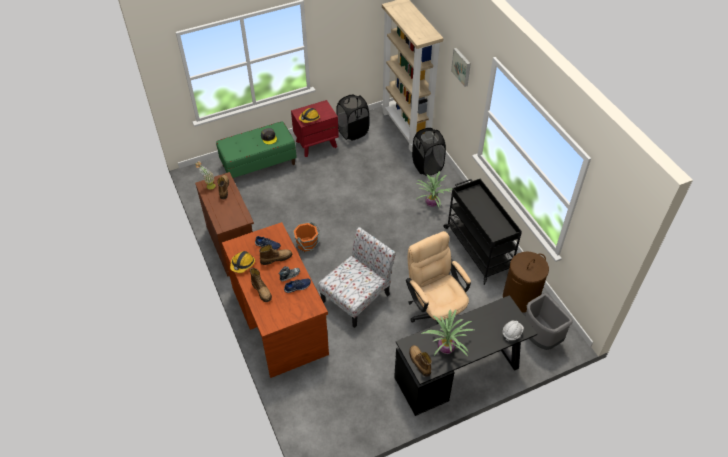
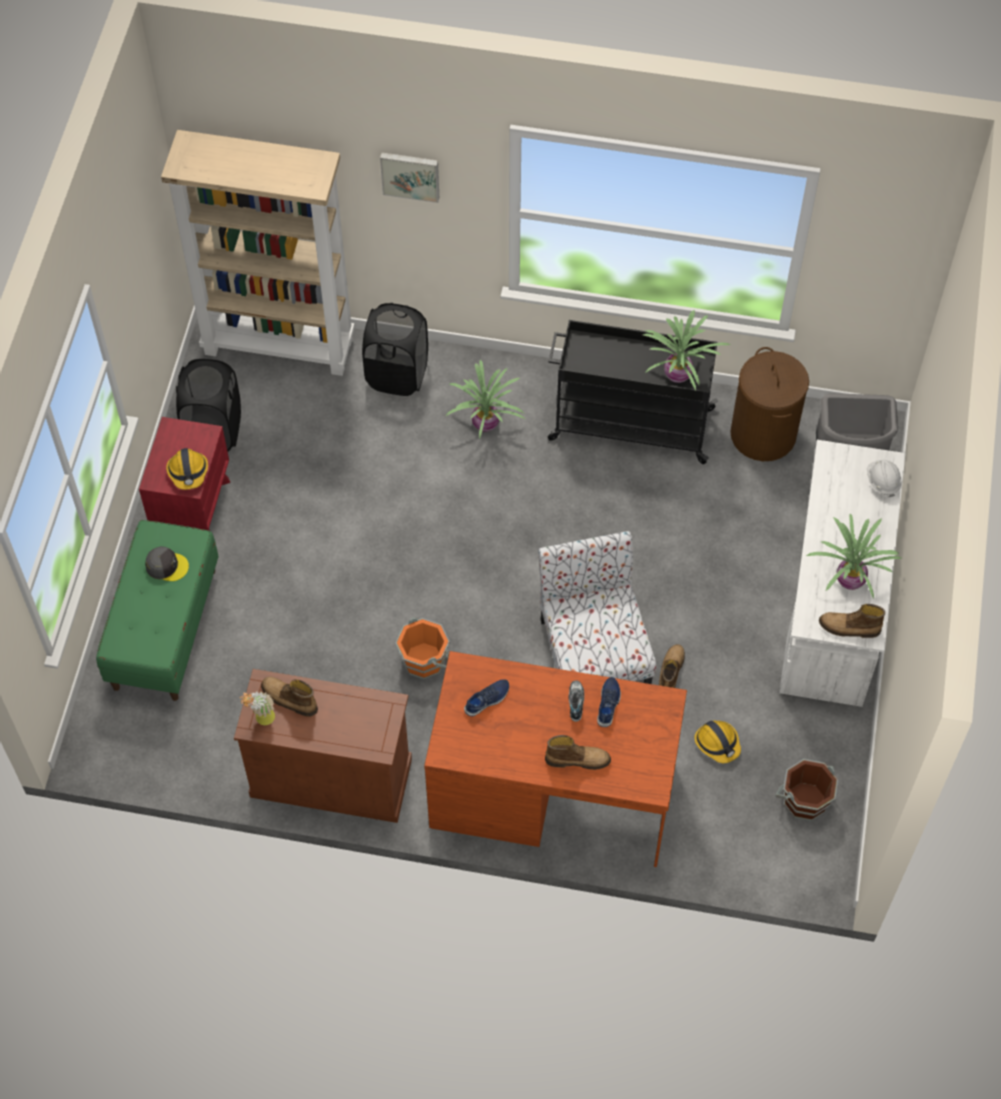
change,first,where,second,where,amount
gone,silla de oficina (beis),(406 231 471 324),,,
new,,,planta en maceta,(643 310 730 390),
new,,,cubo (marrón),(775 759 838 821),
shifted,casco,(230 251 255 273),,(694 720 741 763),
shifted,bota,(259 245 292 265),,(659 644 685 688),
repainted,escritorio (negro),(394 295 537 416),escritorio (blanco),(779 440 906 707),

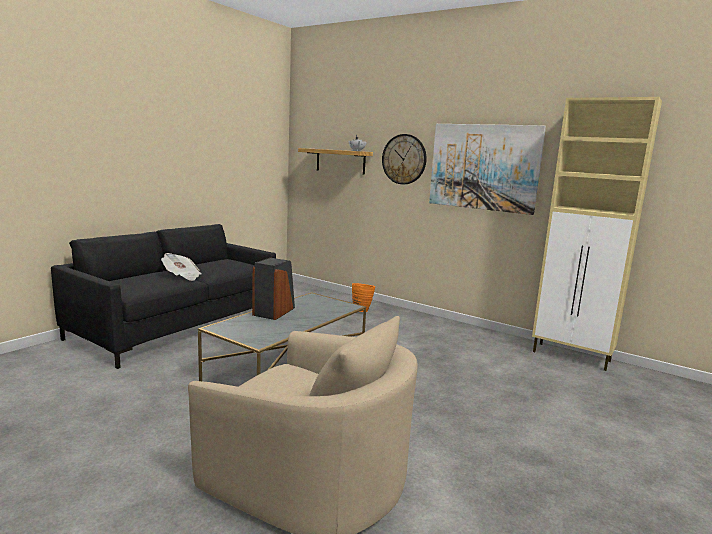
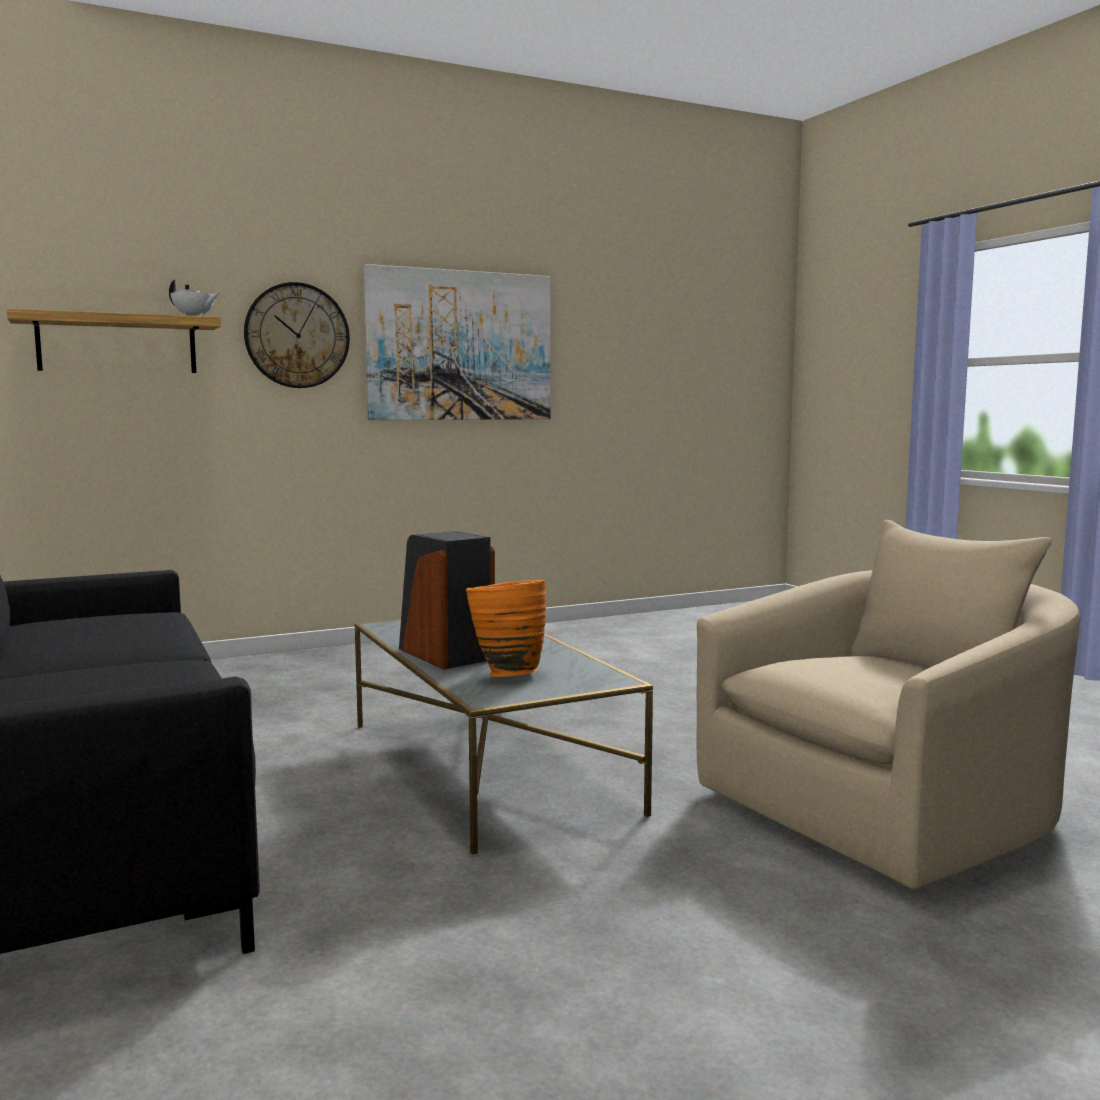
change,first,where,second,where,amount
gone,periódico,(161 253 202 281),,,
gone,armario (beis),(532 97 662 371),,,
shifted,florero (naranja),(352 283 375 312),,(465 580 546 677),

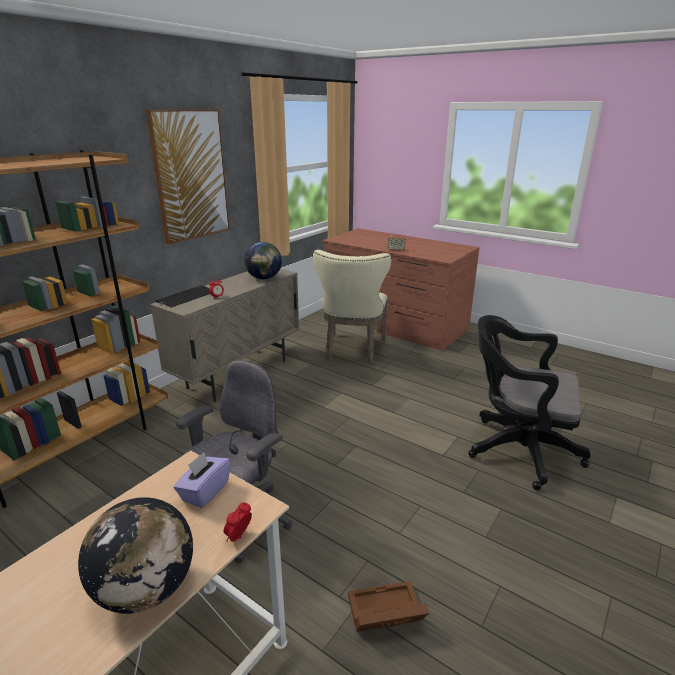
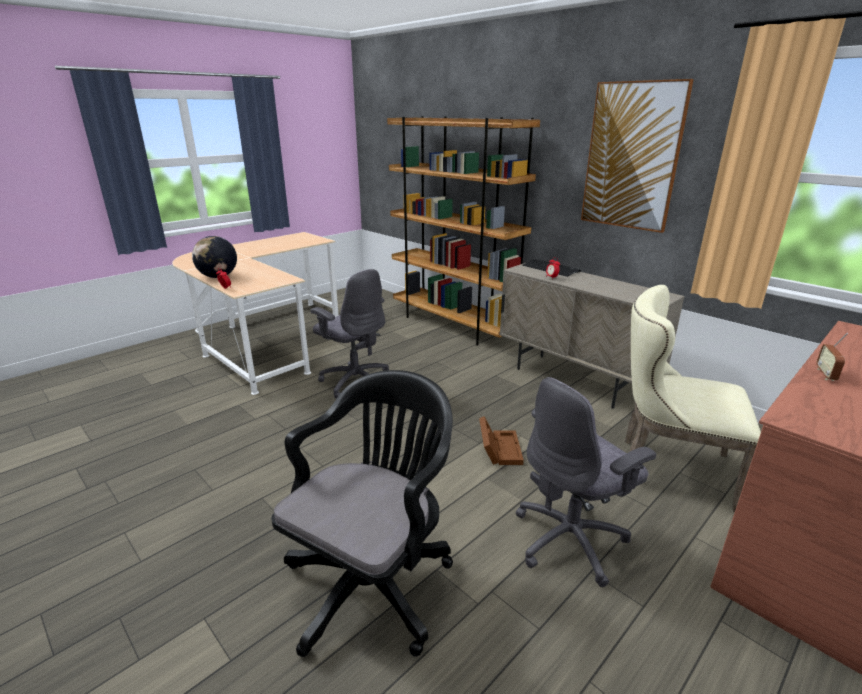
change,first,where,second,where,amount
gone,caja de pañuelos (morado),(174 452 231 508),,,
gone,globo terráqueo,(244 242 282 279),,,
new,,,silla de oficina (gris),(516 377 656 587),
shifted,caja de almacenaje (marrón),(348 581 429 632),,(479 416 524 465),

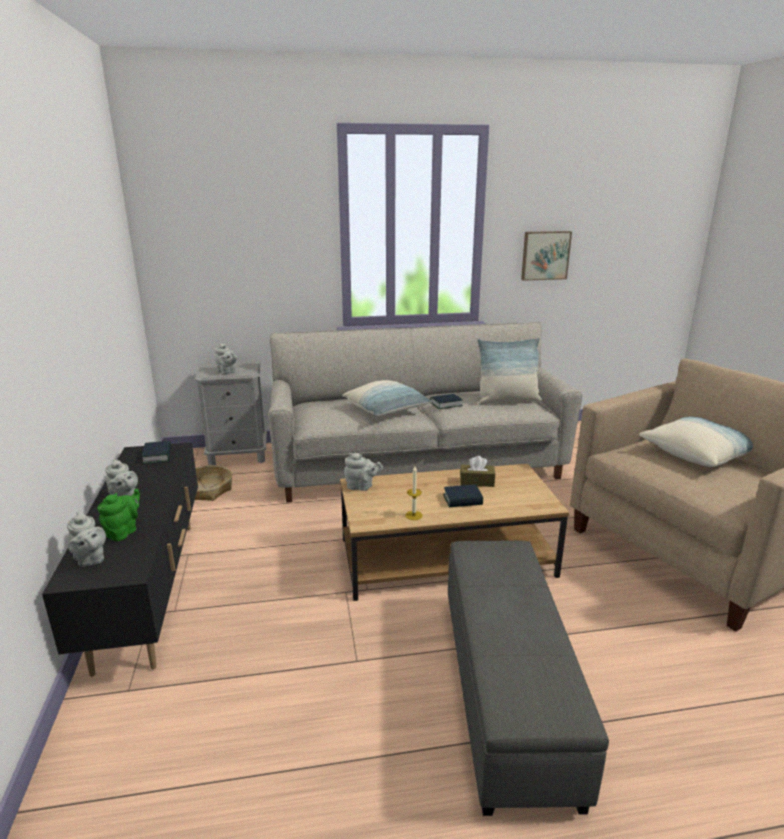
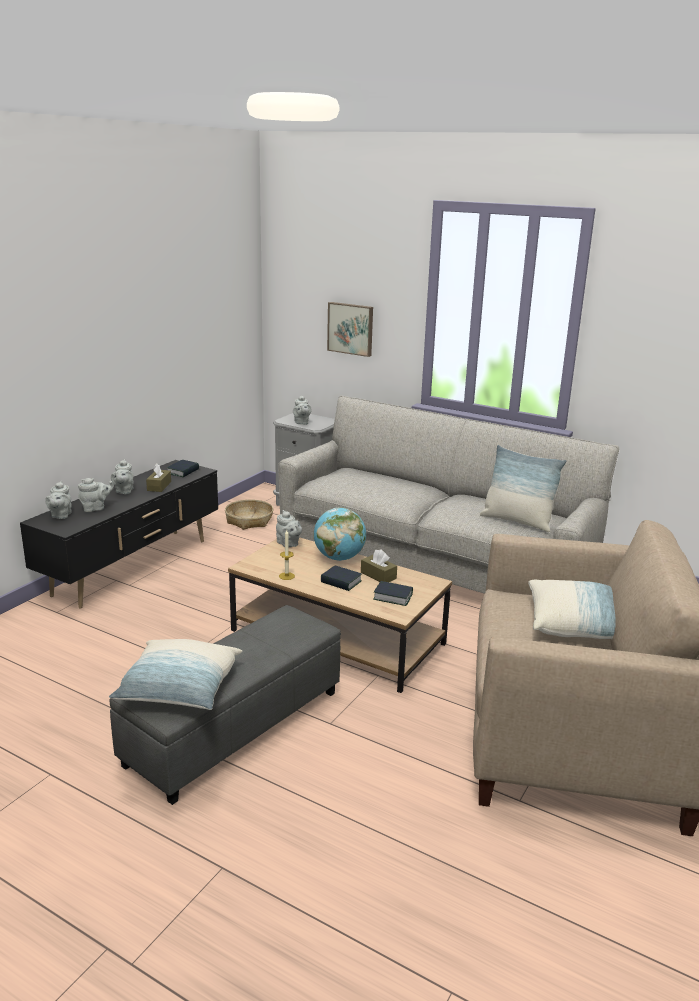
change,first,where,second,where,amount
new,,,caja de pañuelos (marrón),(146 463 171 492),
new,,,globo terráqueo,(314 508 366 561),
shifted,cojín,(342 380 433 416),,(109 639 242 710),
shifted,libro,(430 394 463 409),,(373 581 413 606),
shifted,cuadro,(521 231 572 281),,(327 302 373 357),
repainted,tetera (verde),(97 489 140 541),tetera (gris),(78 478 114 512),

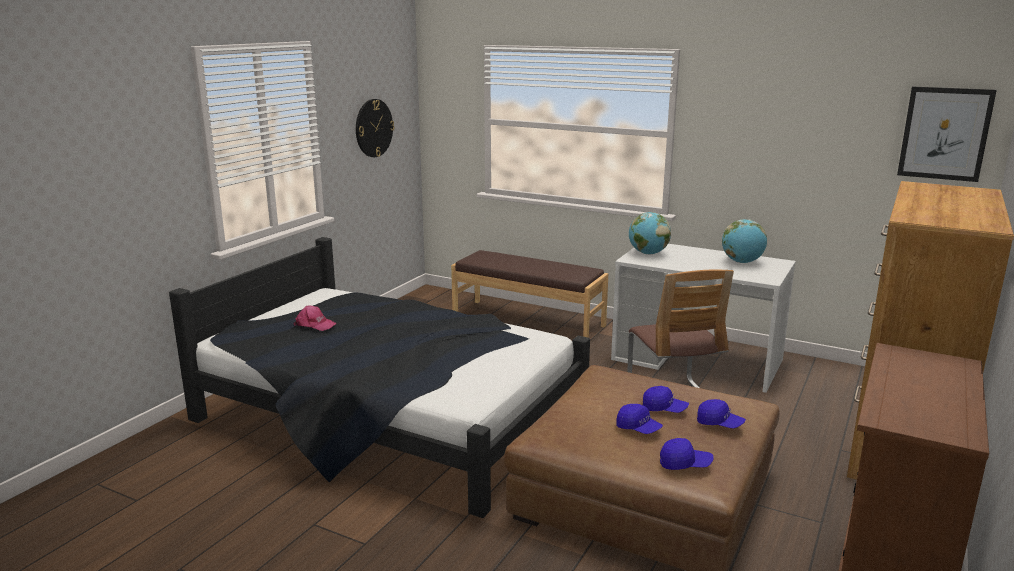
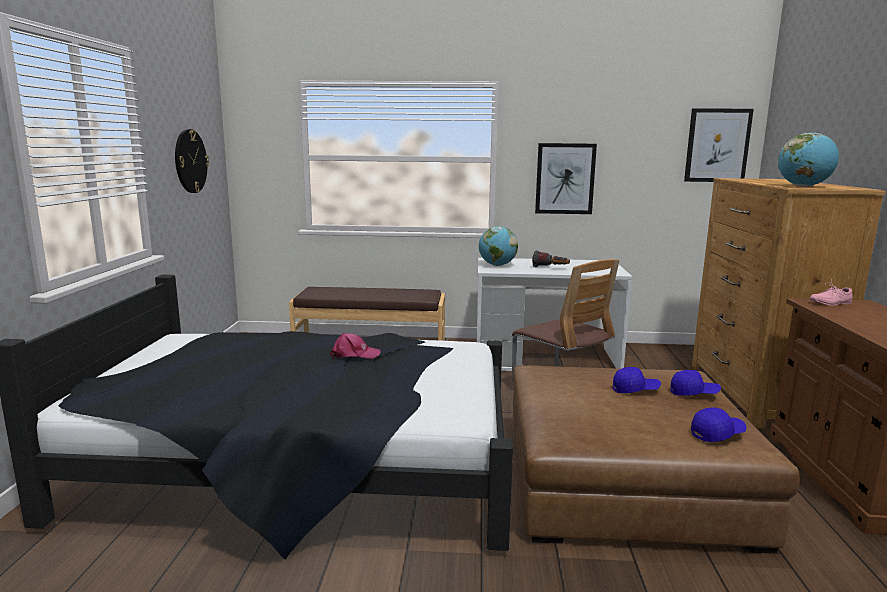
change,first,where,second,where,amount
gone,gorra (azul),(616 404 663 434),,,
new,,,linterna,(532 250 570 267),
new,,,cuadro,(535 143 597 214),
new,,,zapato (rosa),(809 279 853 306),
shifted,gorra (rosa),(293 305 337 331),,(330 333 381 359),
shifted,globo terráqueo,(722 219 767 263),,(778 133 839 187),

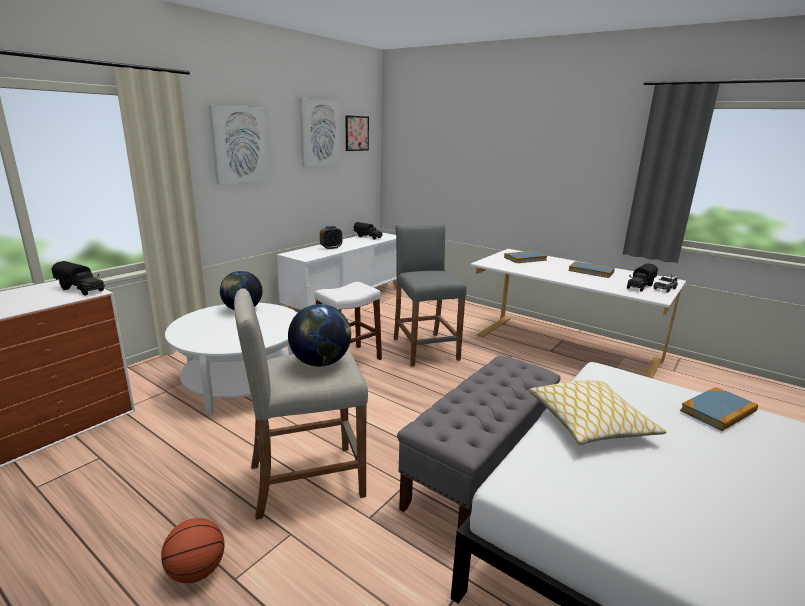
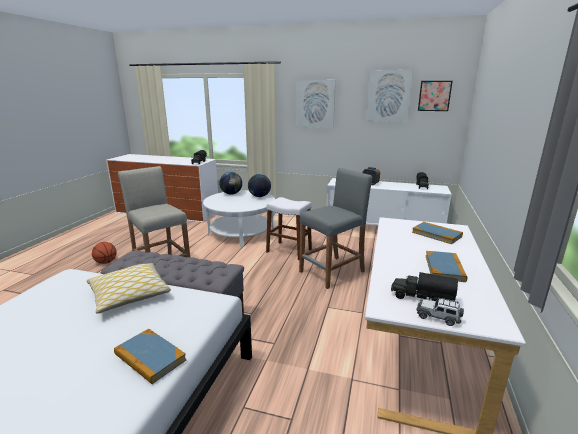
change,first,where,second,where,amount
shifted,globo terráqueo,(288 304 351 367),,(219 172 242 195),

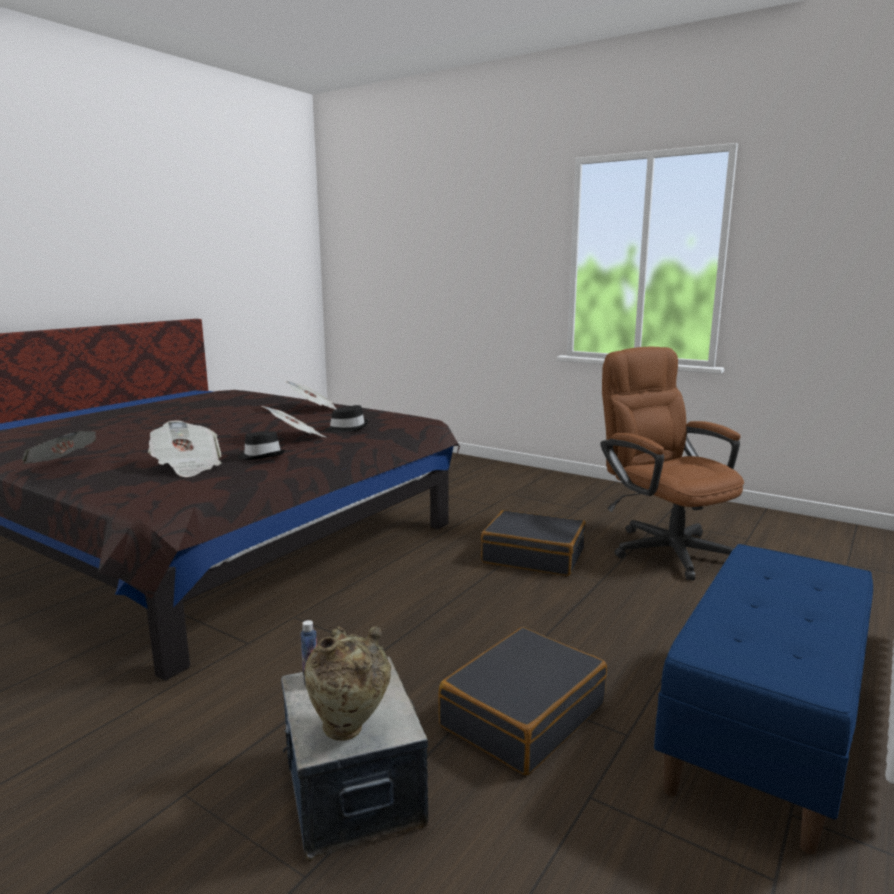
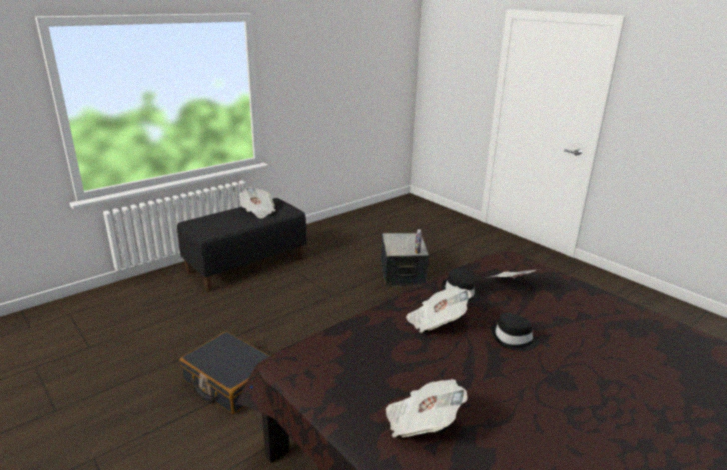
change,first,where,second,where,amount
gone,florero (beis),(304 626 391 741),,,
gone,maleta (negro),(438 627 607 775),,,
gone,silla de oficina (marrón),(601 347 744 581),,,
shifted,periódico,(22 431 96 464),,(239 187 275 218),
shifted,sombrero (negro),(325 405 369 433),,(491 312 538 351),
repainted,banco (azul),(654 544 873 854),banco (negro),(177 198 307 291),

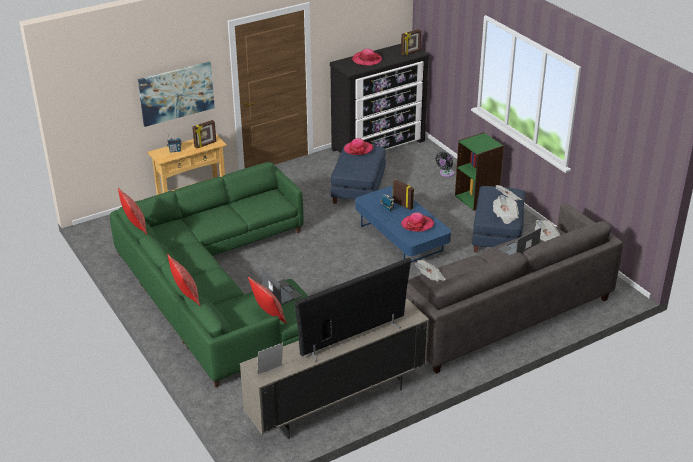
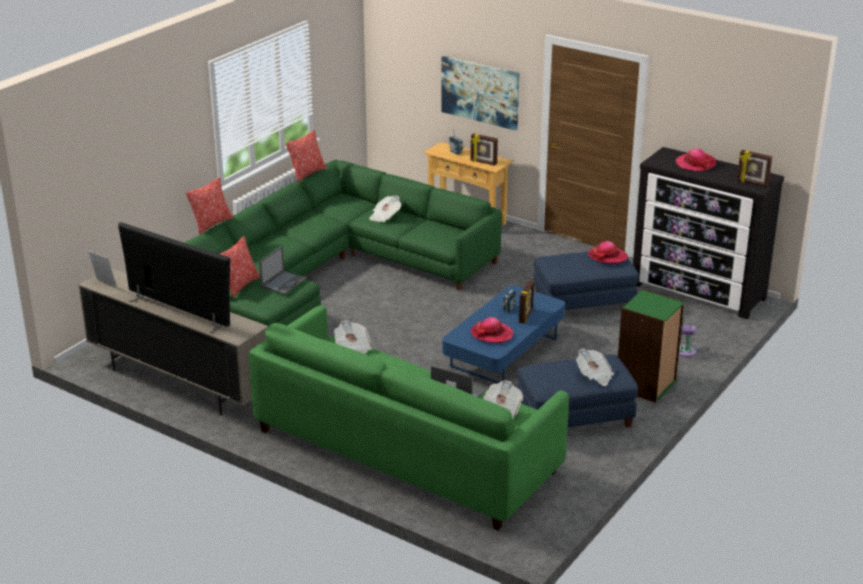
change,first,where,second,where,amount
shifted,periódico,(493 195 519 224),,(369 196 401 222),
repainted,sofá (gris),(406 203 623 374),sofá (verde),(249 305 569 531),

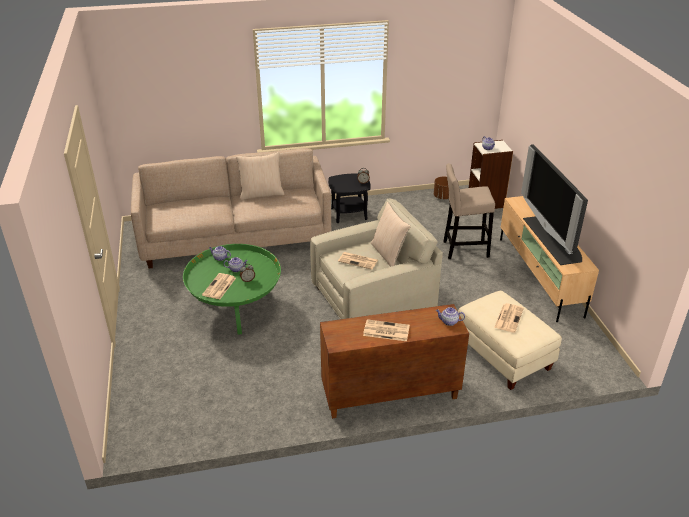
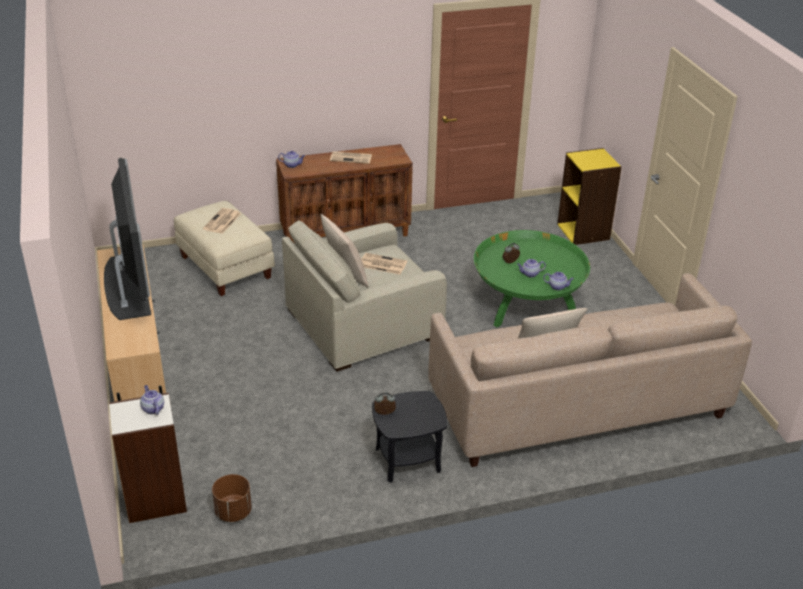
change,first,where,second,where,amount
gone,periódico,(202 273 236 299),,,
gone,taburete (beis),(443 163 495 259),,,
new,,,estantería (amarillo),(557 148 622 245),

